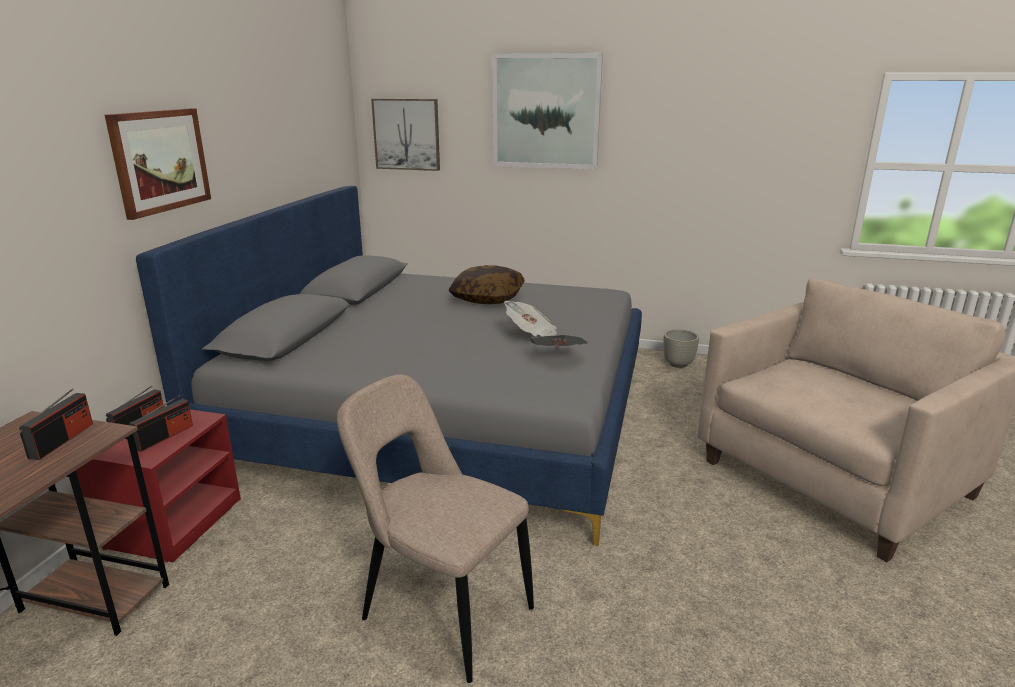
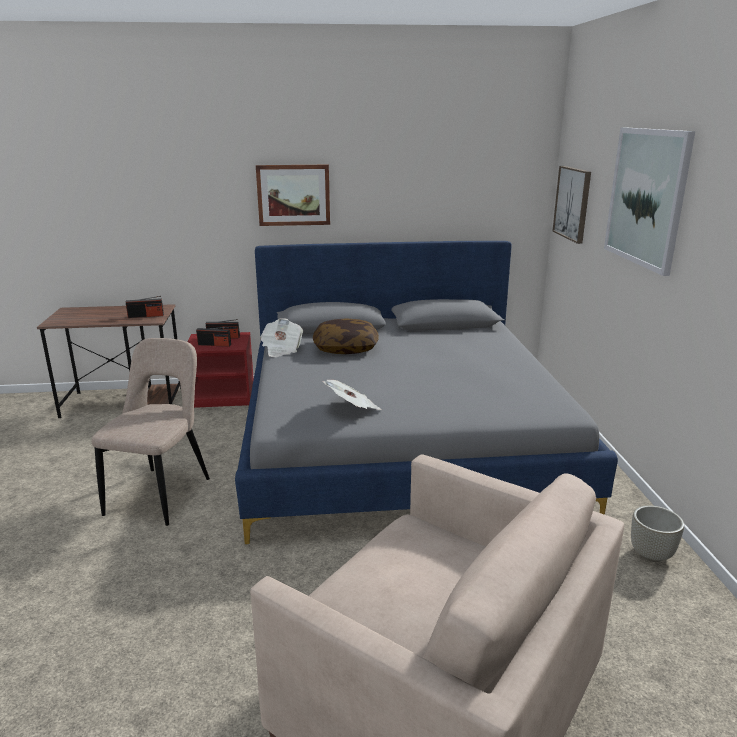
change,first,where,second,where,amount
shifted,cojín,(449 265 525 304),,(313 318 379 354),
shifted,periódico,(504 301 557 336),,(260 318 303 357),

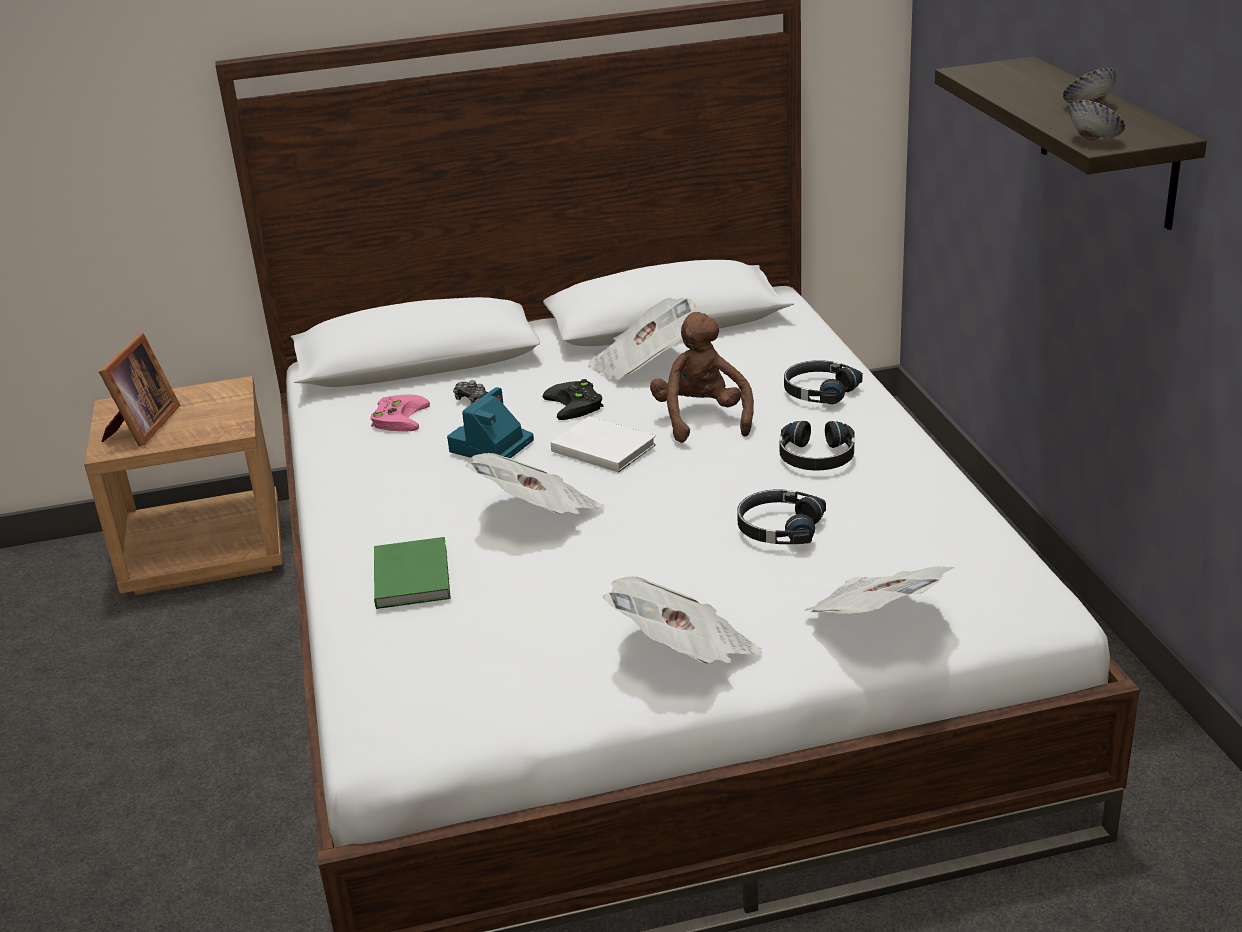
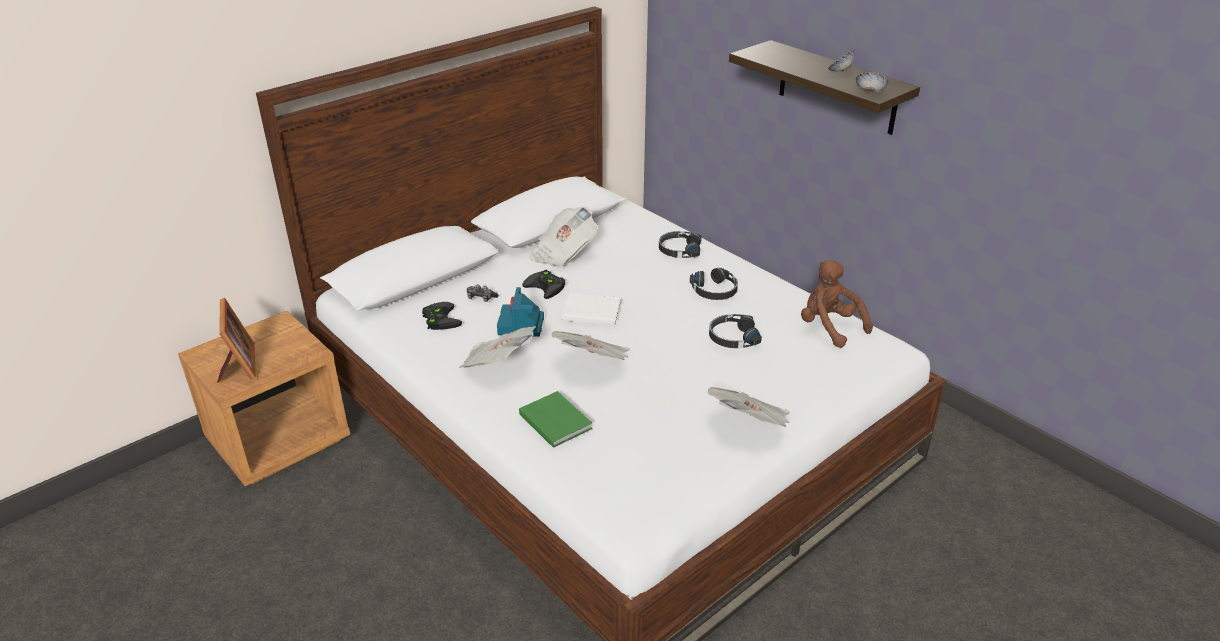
change,first,where,second,where,amount
shifted,peluche (marrón),(650 312 754 443),,(801 260 873 348),
shifted,periódico,(804 566 955 614),,(459 326 536 368),
repainted,mando de consola (rosa),(371 395 430 431),mando de consola (negro),(422 302 462 330),

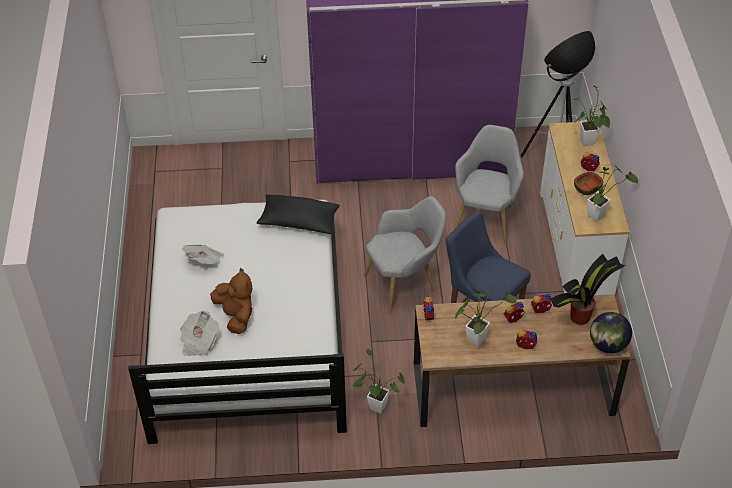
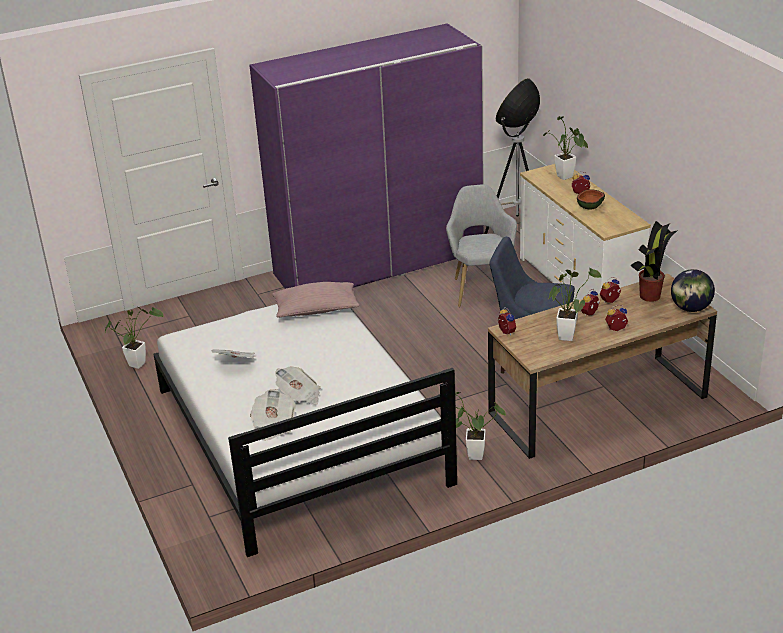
change,first,where,second,where,amount
gone,sillón (gris),(364 196 446 314),,,
shifted,planta en maceta,(578 167 638 222),,(105 307 163 369),
swapped,peluche (marrón),(210 268 253 334),periódico,(275 367 321 405),
repainted,cojín (negro),(257 194 340 234),cojín (rosa),(272 282 359 318),

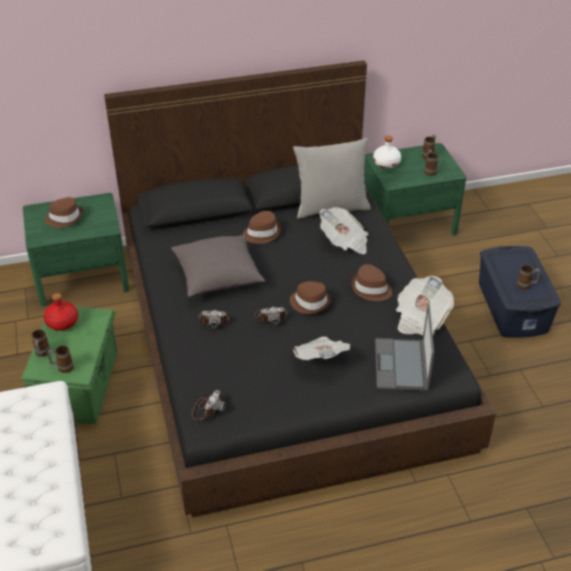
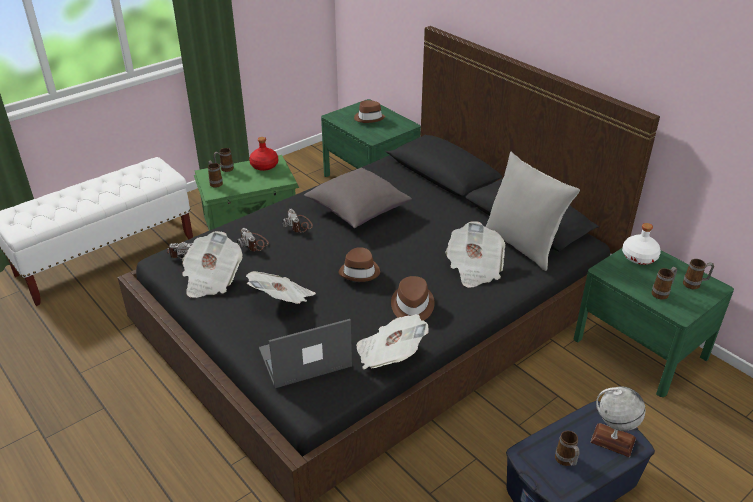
change,first,where,second,where,amount
gone,sombrero (marrón),(242 211 281 244),,,
new,,,periódico,(182 231 243 298),
new,,,globo terráqueo,(590 387 646 457),
shifted,cámara,(254 307 288 325),,(237 228 269 251),

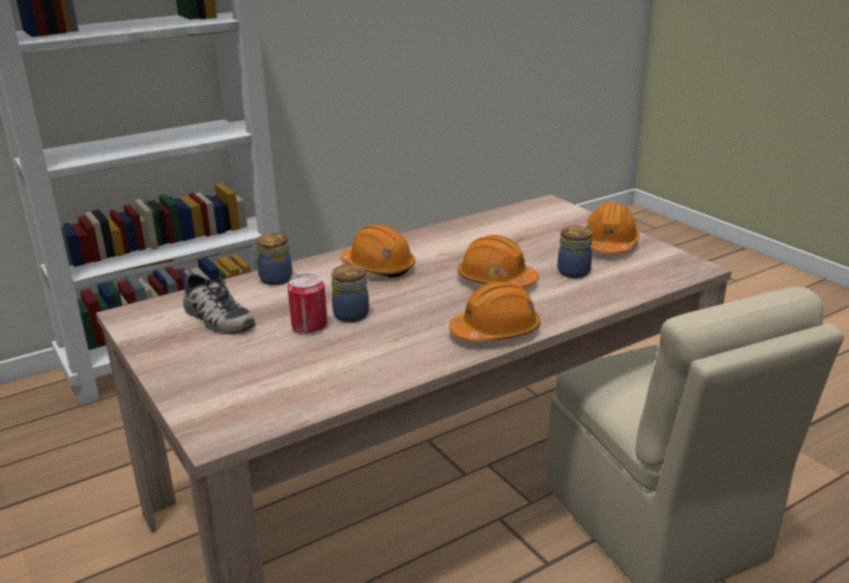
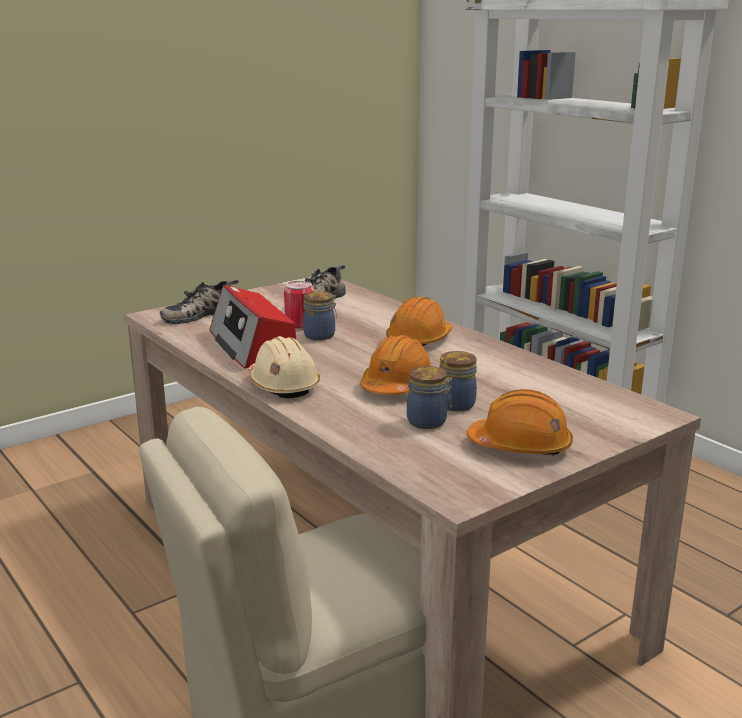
change,first,where,second,where,amount
new,,,zapato,(160 279 239 324),
new,,,radio,(210 285 296 369),
shifted,tarro,(253 233 292 285),,(439 351 477 411),
repainted,casco (naranja),(449 281 541 342),casco (beis),(248 336 320 398),

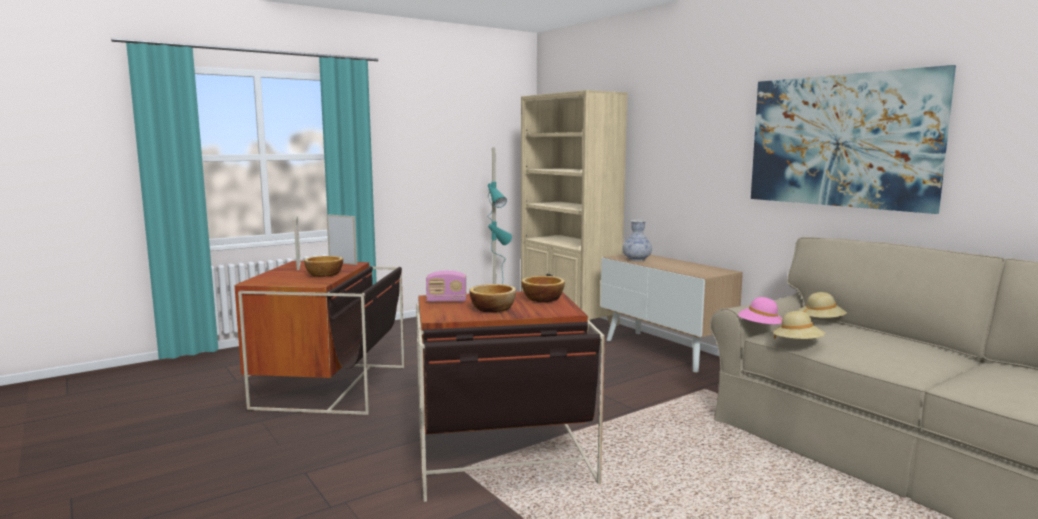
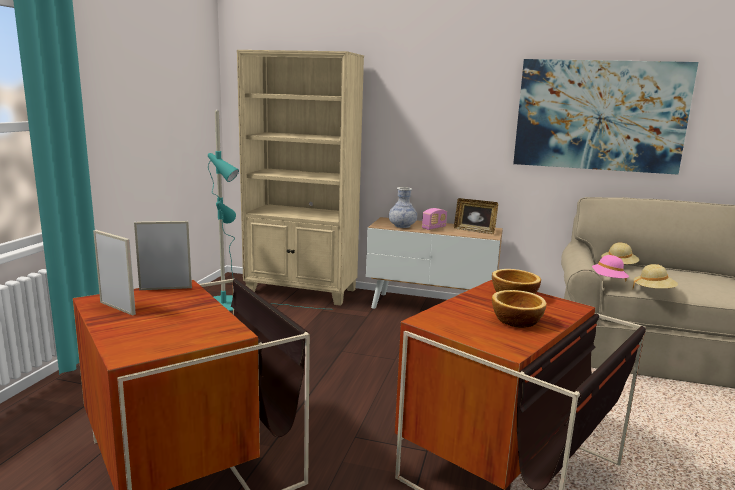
change,first,where,second,where,amount
gone,cuenco,(304 256 343 277),,,
new,,,portarretratos,(454 198 498 234),
shifted,radio,(426 271 467 302),,(422 208 447 230),

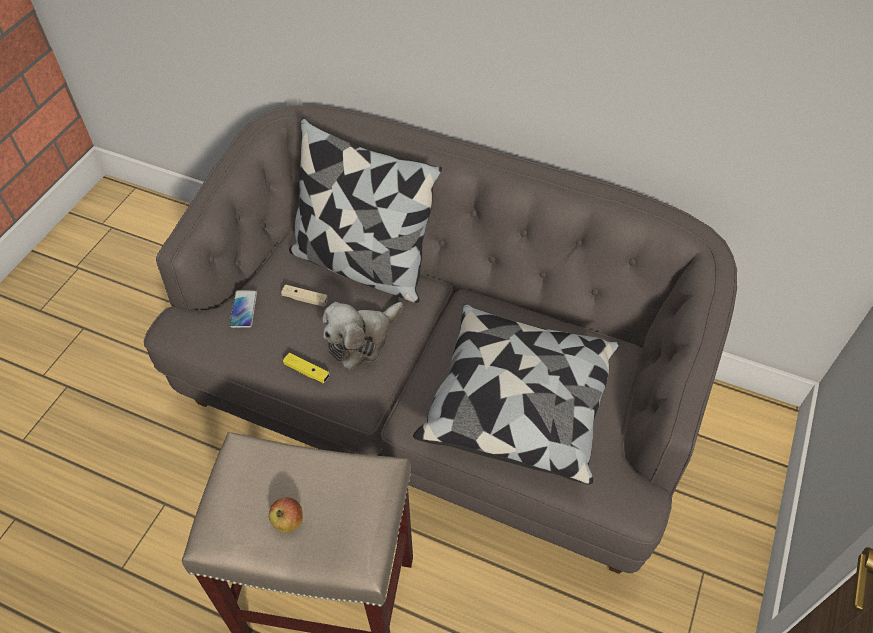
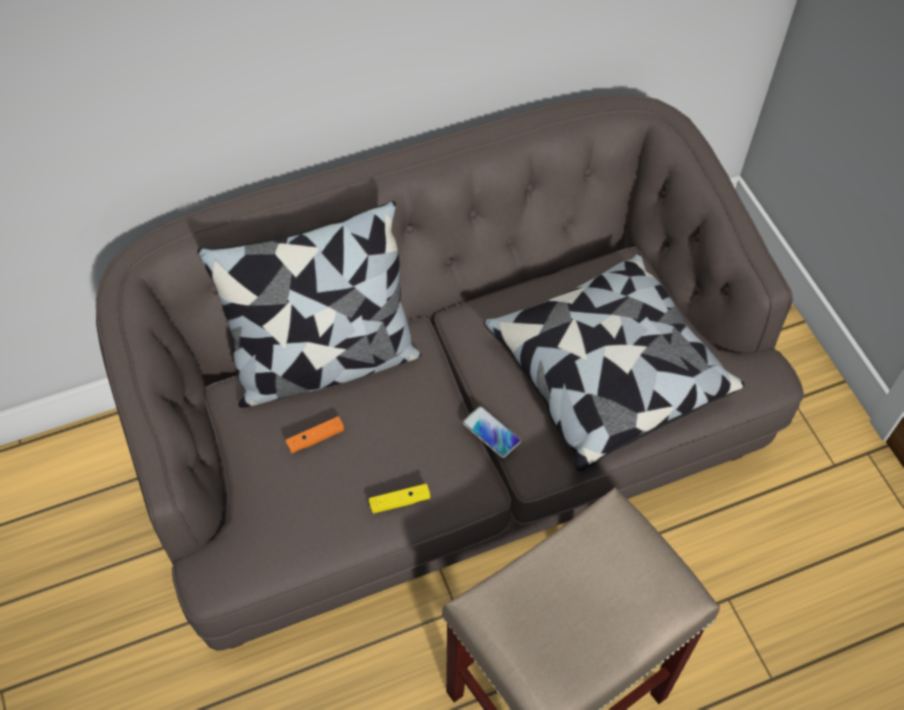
change,first,where,second,where,amount
gone,manzana,(269 497 303 532),,,
gone,peluche,(322 302 403 370),,,
shifted,móvil,(229 290 257 328),,(462 406 521 458),
repainted,mando de consola (beis),(281 284 328 307),mando de consola (naranja),(285 416 344 453),

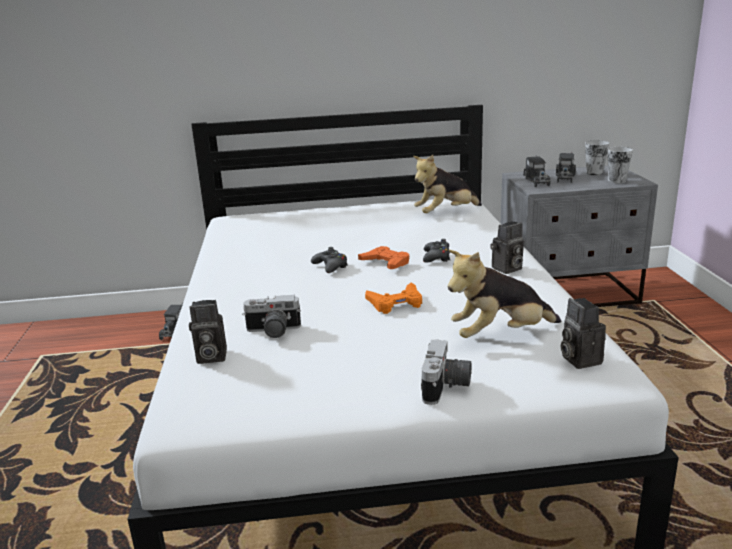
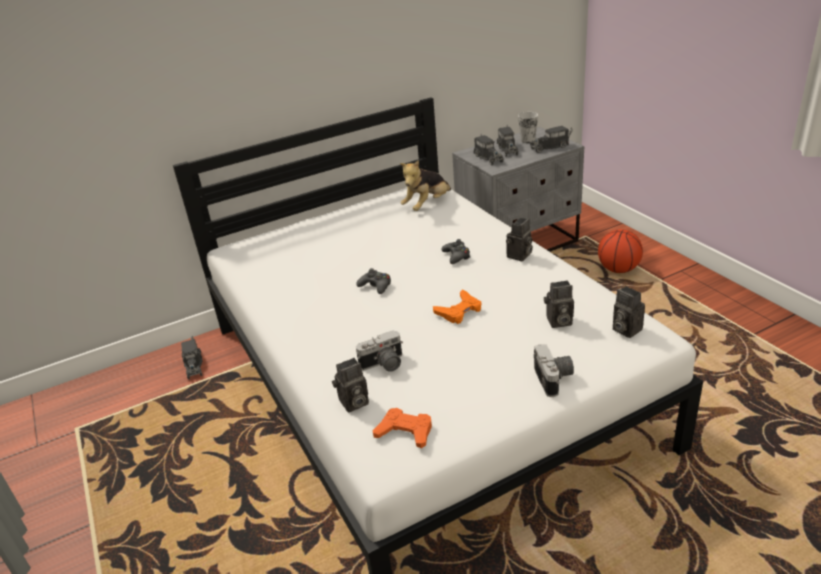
change,first,where,second,where,amount
new,,,balón de baloncesto,(598 229 643 273),
shifted,mando de consola (naranja),(358 246 409 269),,(373 408 432 448),
swapped,peluche,(448 250 561 338),cámara,(544 280 574 328),
swapped,taza,(608 147 633 183),camión de juguete,(530 126 572 153),

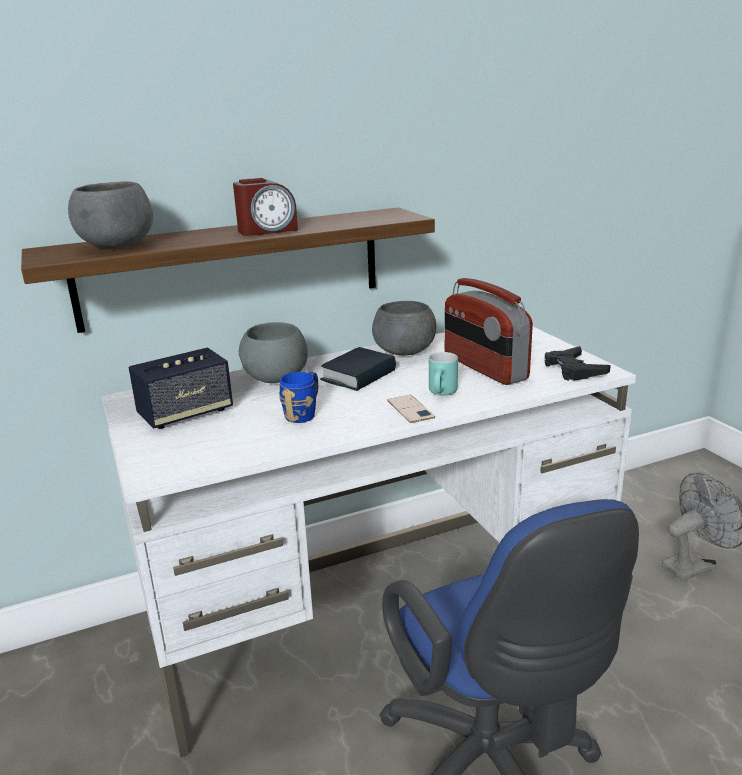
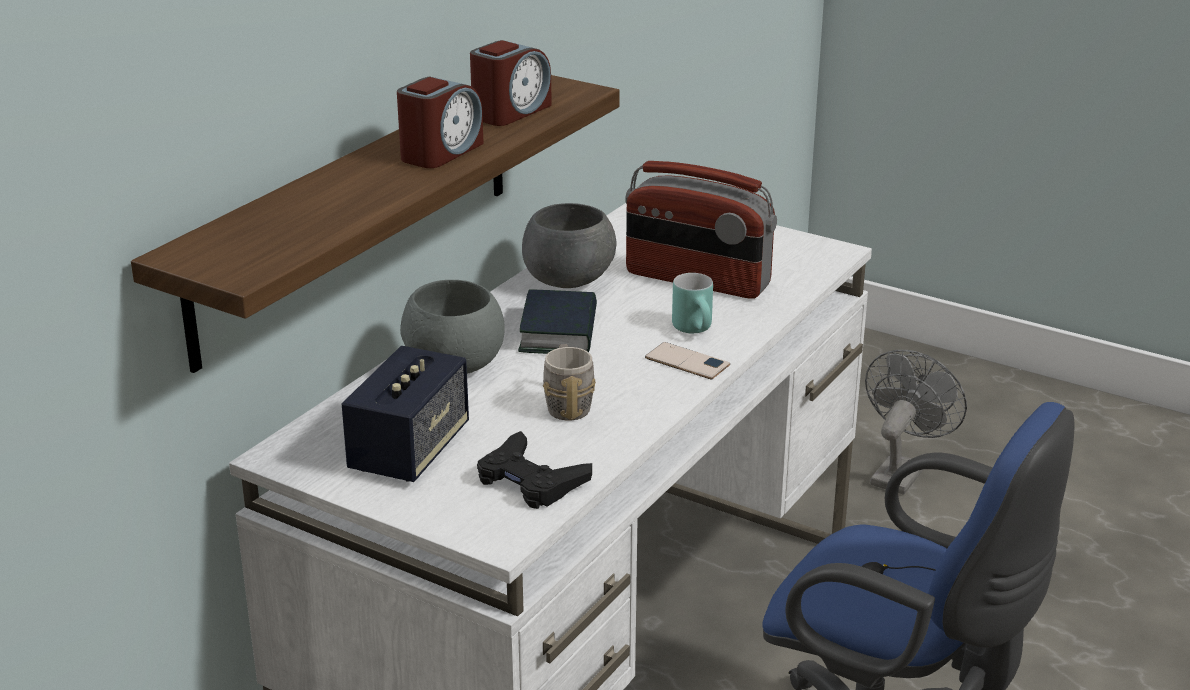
change,first,where,second,where,amount
gone,cuenco (gris),(68 182 153 248),,,
new,,,despertador,(470 40 552 126),
shifted,mando de consola (negro),(545 346 611 381),,(477 431 592 509),
repainted,taza grande (azul),(279 372 318 423),taza grande (gris),(543 344 596 420),

